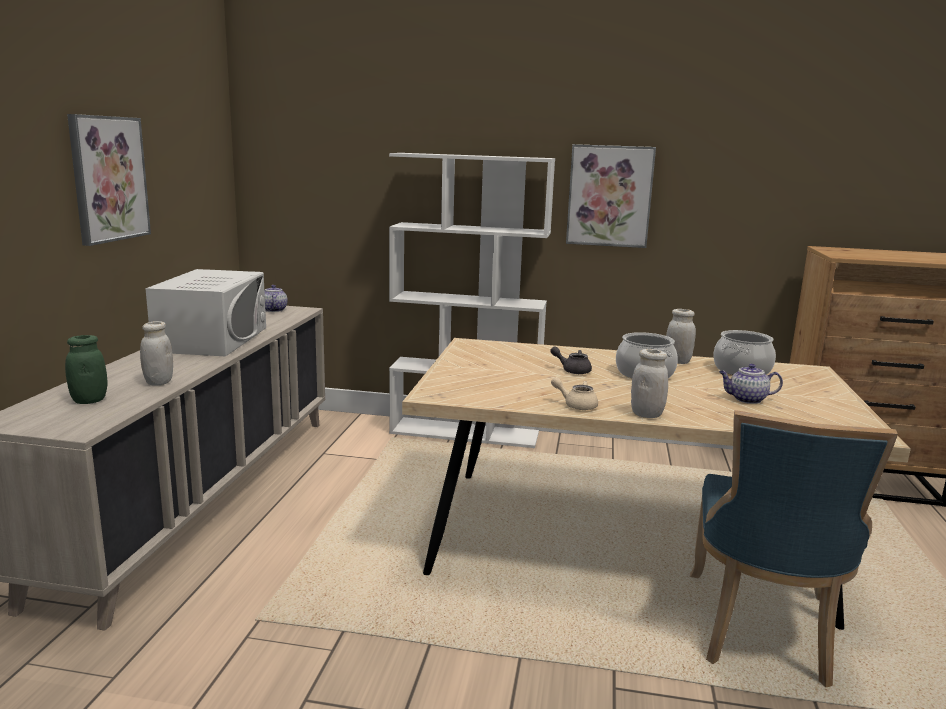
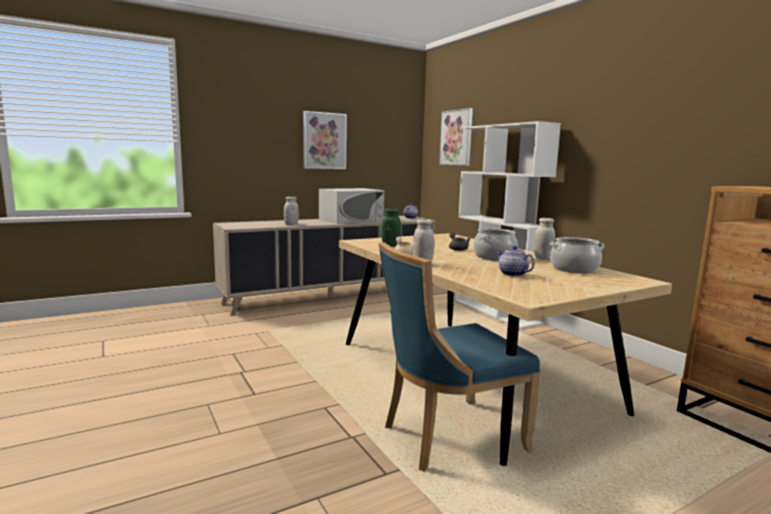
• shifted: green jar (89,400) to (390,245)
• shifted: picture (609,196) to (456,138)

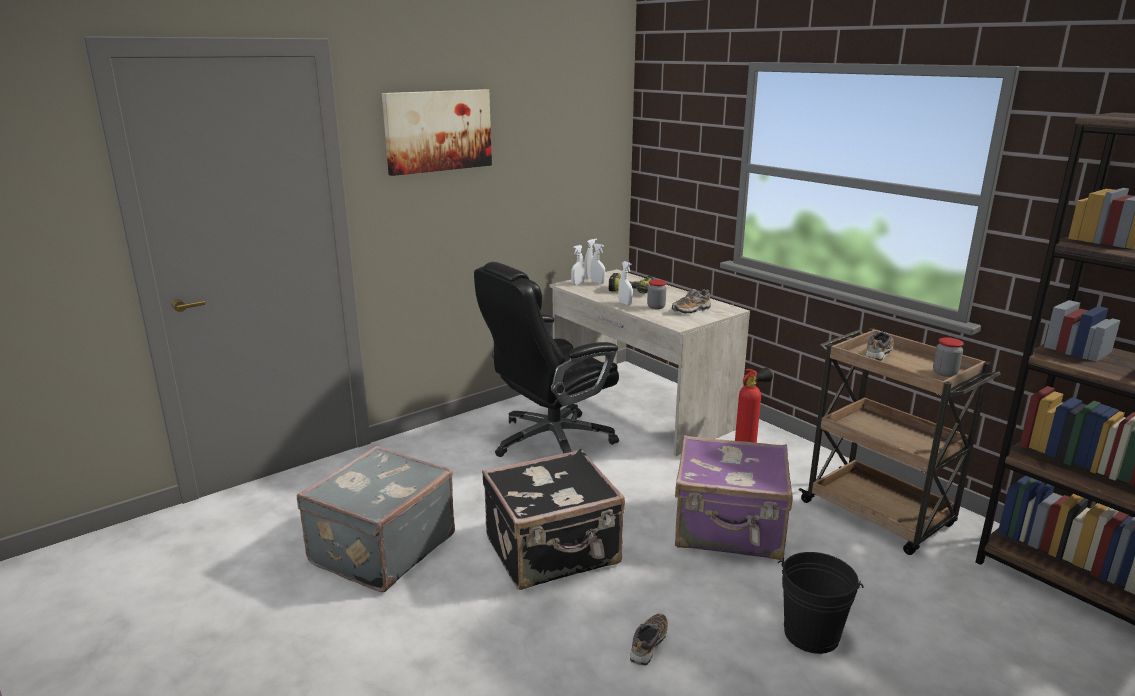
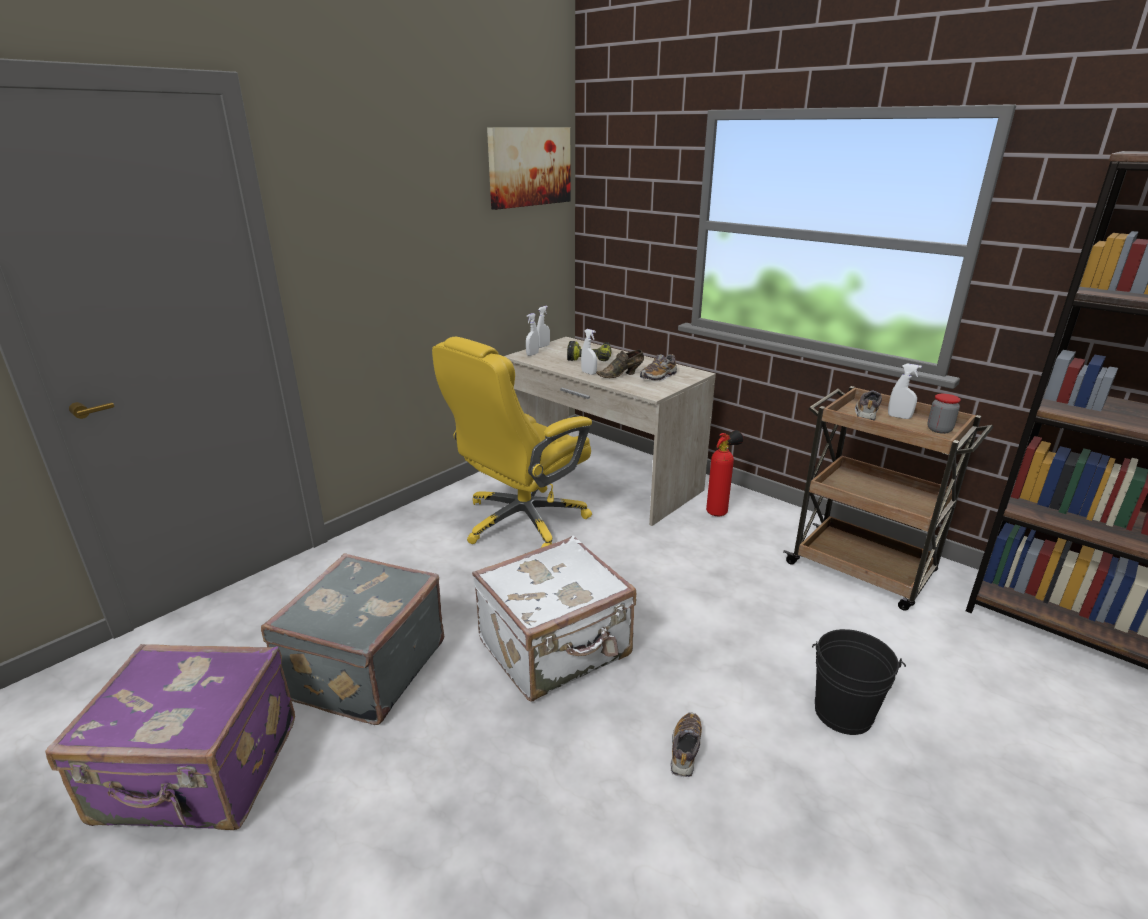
• shifted: picture (438,131) to (529,167)
• shifted: white spray bottle (597,282) to (899,417)
• shifted: purple suitcase (729,530) to (199,774)
• swapped: jar (656,307) to brown shoe (622,375)
• repainted: black office chair (550,441) to yellow office chair (521,521)
• repainted: black suitcase (553,552) to white suitcase (556,649)

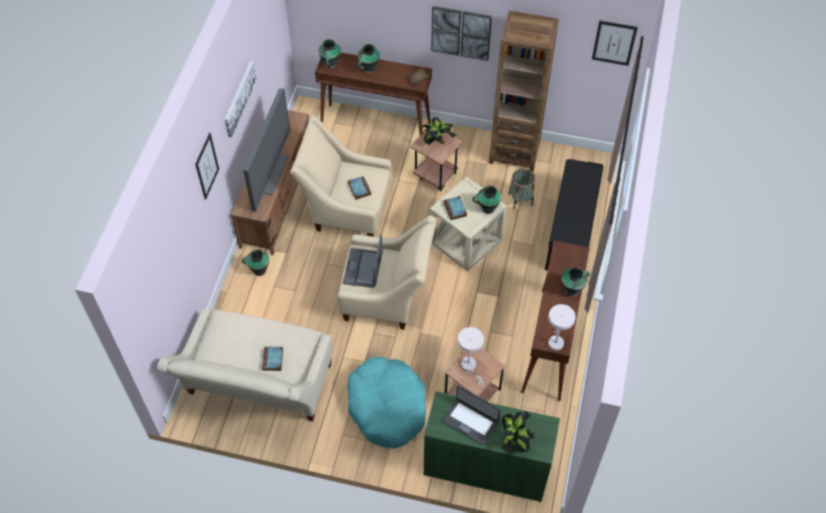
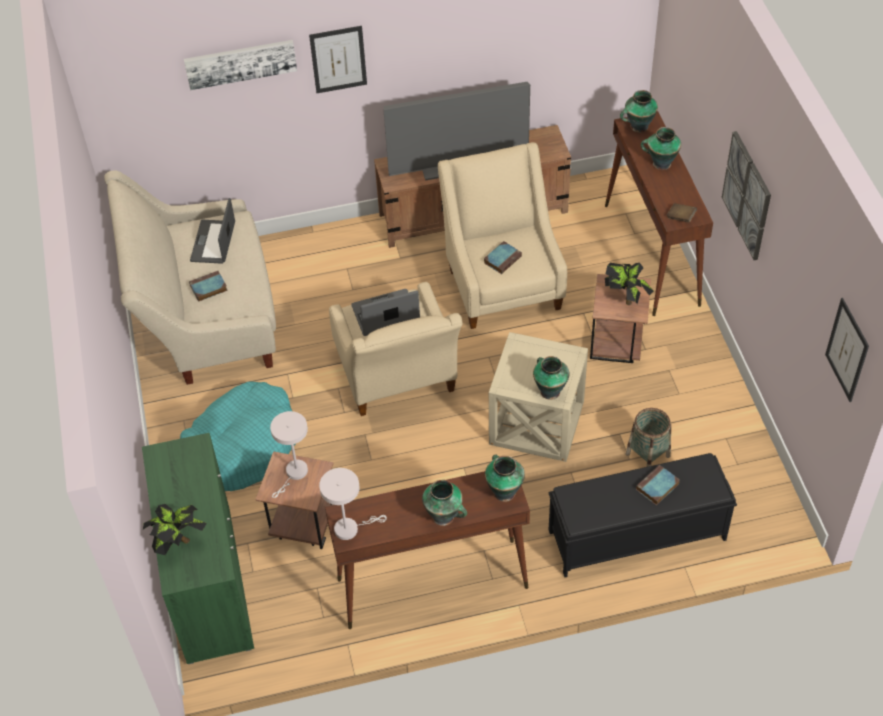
• gone: brown bookcase (514,153)
• shifted: picture (239,98) to (240,63)
• shifted: vase (259,270) to (504,491)
• shifted: laptop (470,421) to (214,242)
• shifted: book (455,210) to (657,487)

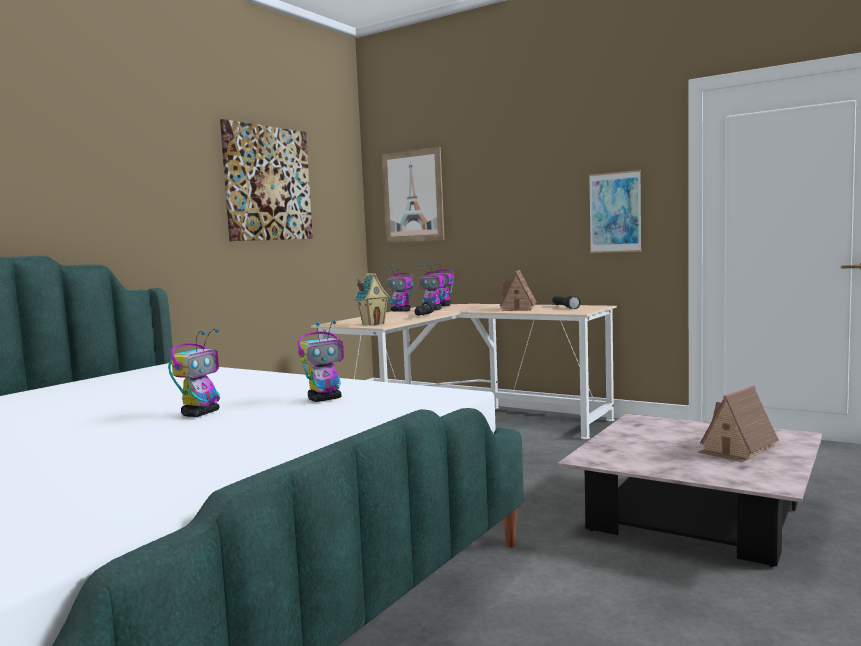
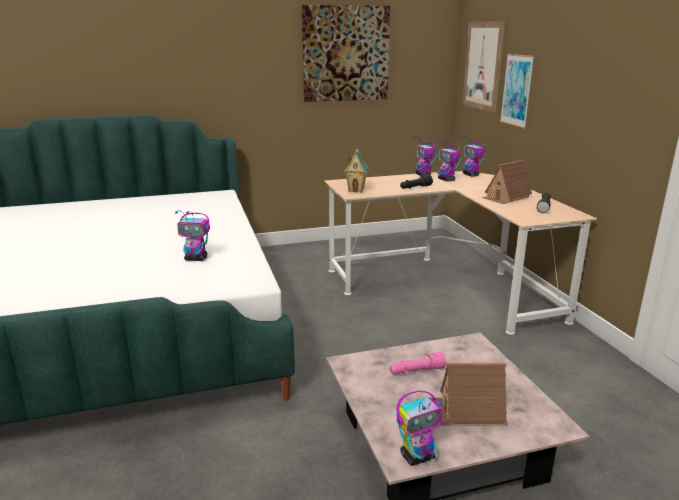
• new: pink flashlight (416,371)
• shifted: toy robot (201,413) to (417,456)
• shifted: picture (615,212) to (516,90)

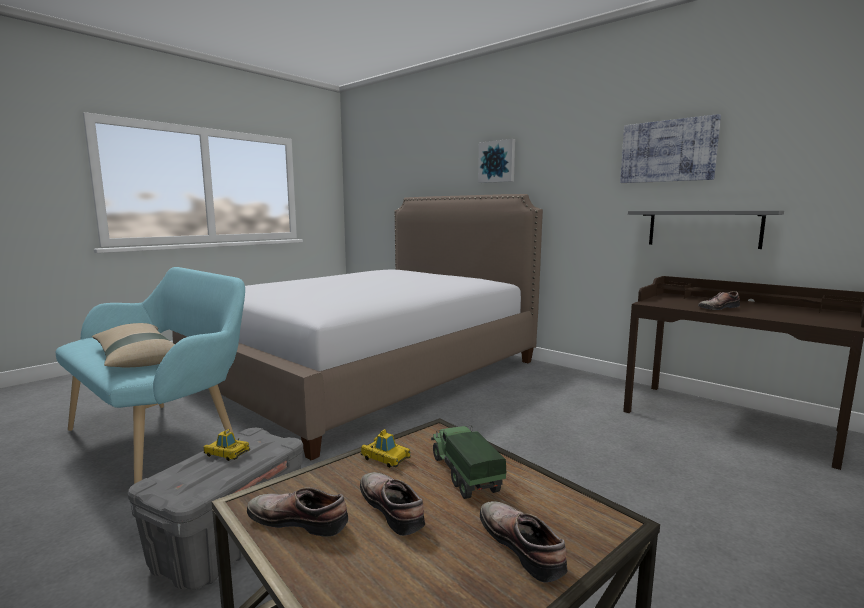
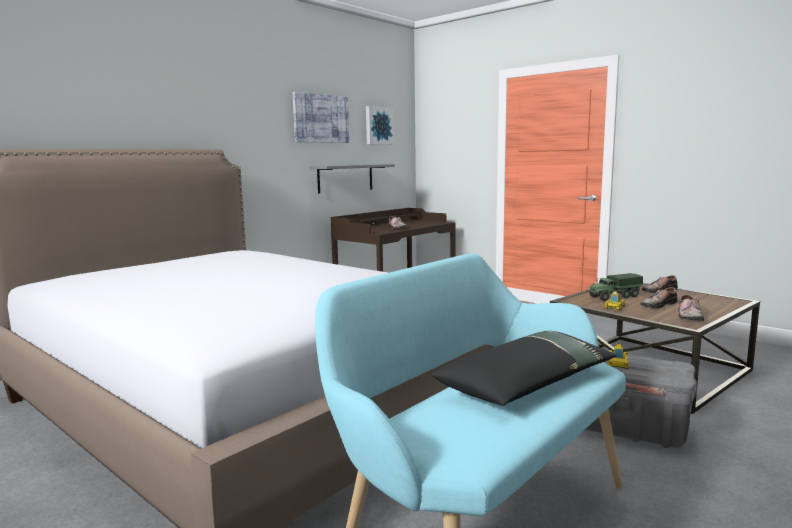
• shifted: picture (497,161) to (378,126)
• repainted: beige pillow (136,357) to black pillow (527,383)

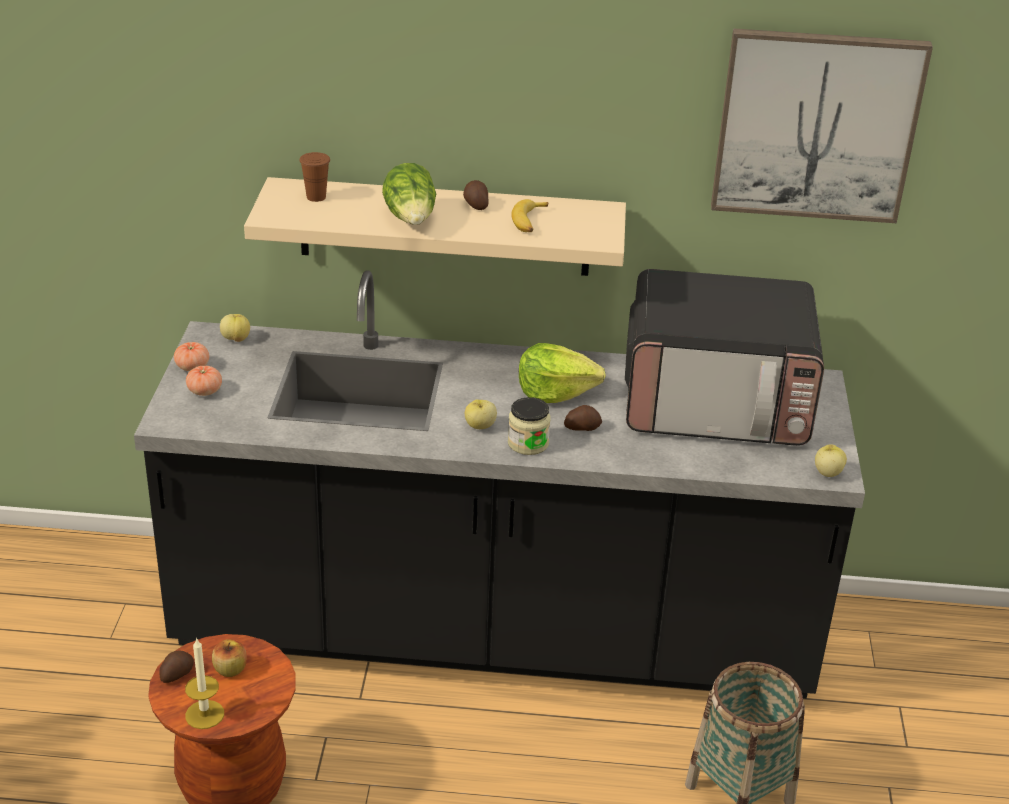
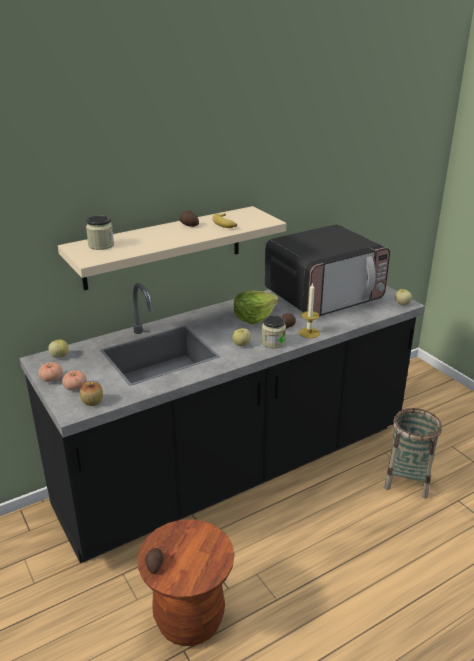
• gone: lettuce (411,218)
• gone: picture (816,125)
• shifted: candle (204,714) to (309,333)
• shifted: apple (230,669) to (92,402)
• swapped: brown cup (316,197) to jar (101,245)

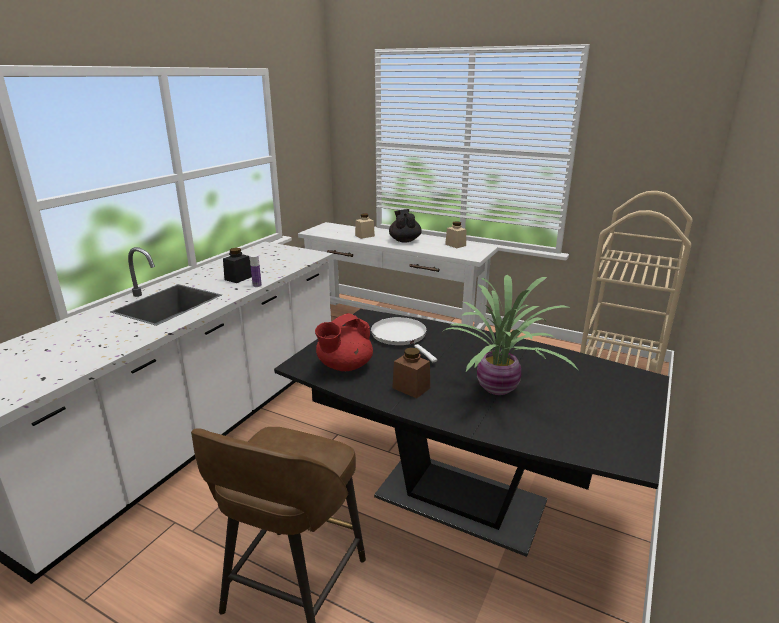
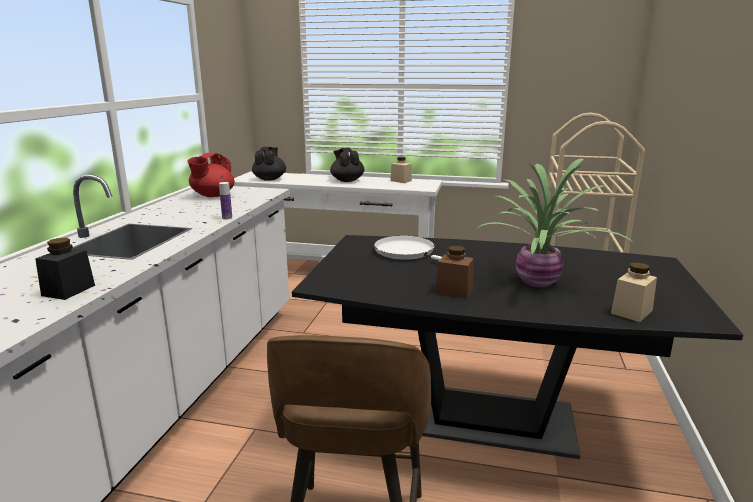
• new: black teapot (270,179)
• shifted: black jar (238,278) to (68,290)
• shifted: red teapot (344,366) to (212,195)
• shifted: beige jar (364,236) to (631,312)

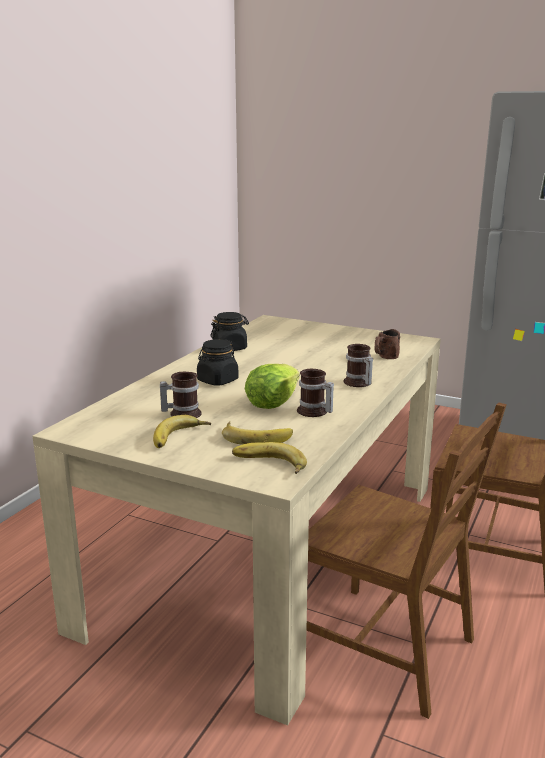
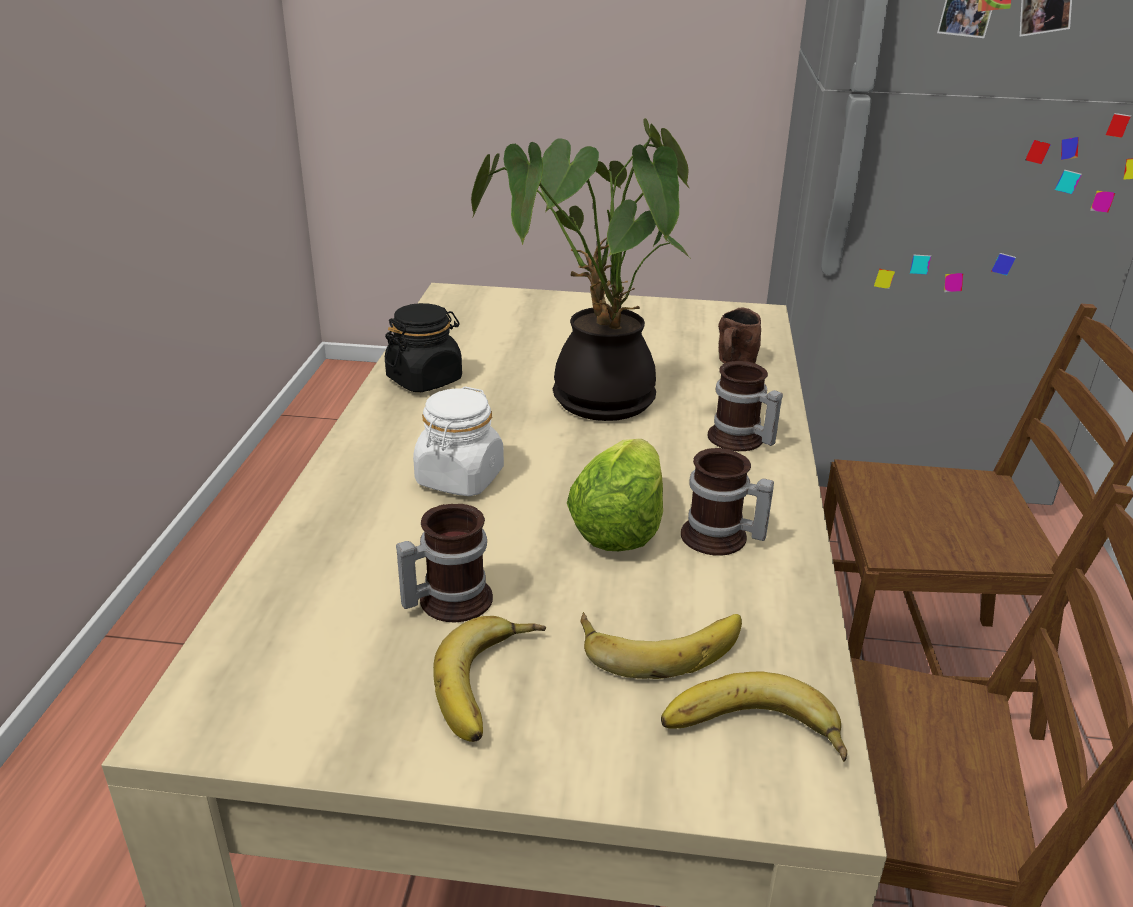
• new: potted plant (593,400)
• repainted: black jar (217,380) to white jar (459,478)

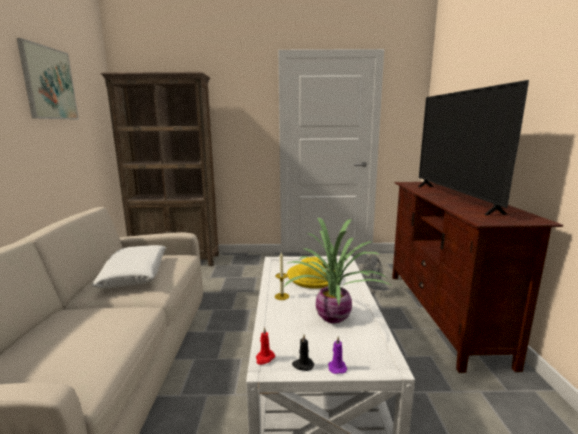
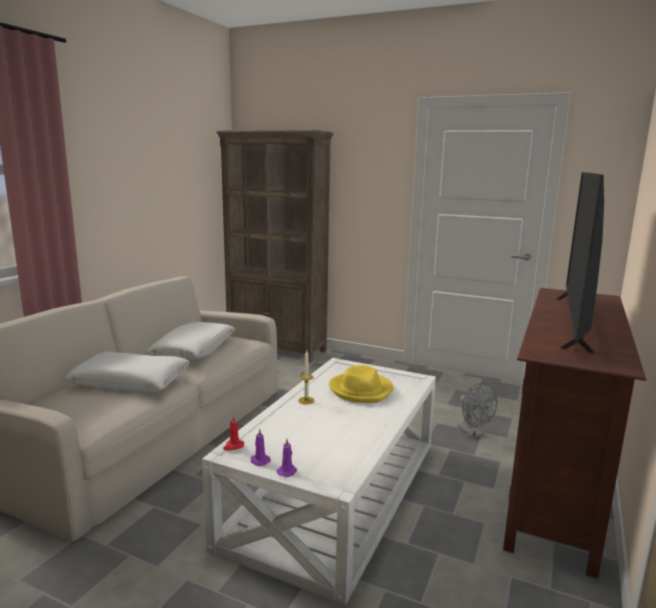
• gone: picture (49,83)
• gone: potted plant (334,316)
• new: white pillow (130,382)
• repainted: black candle (302,365) to purple candle (259,461)

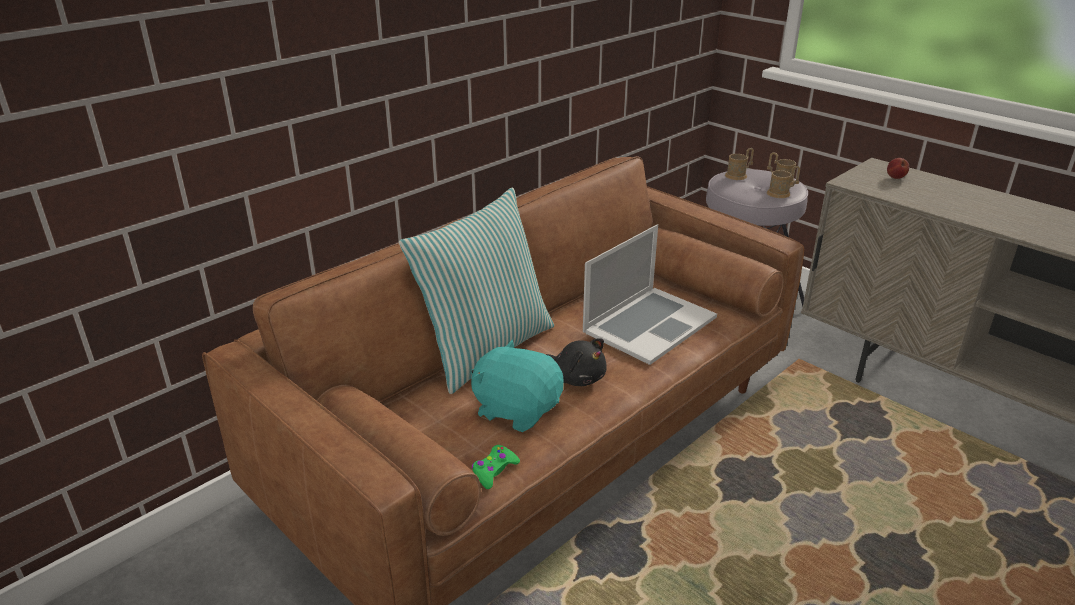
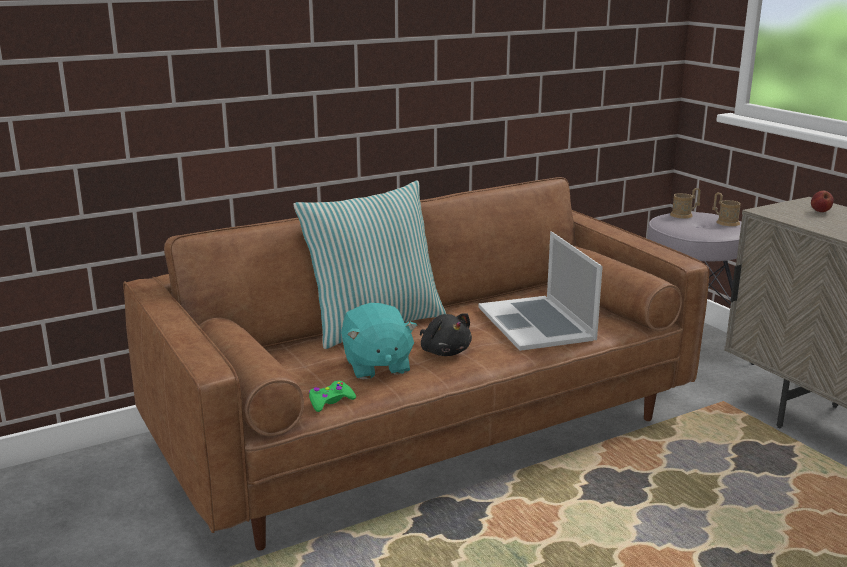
• gone: brown mug (782,193)
• rotated: turquoise plush toy (517,409) = (376,366) 150 degrees counterclockwise
• rotated: laptop (649,324) = (536,323) 105 degrees clockwise

